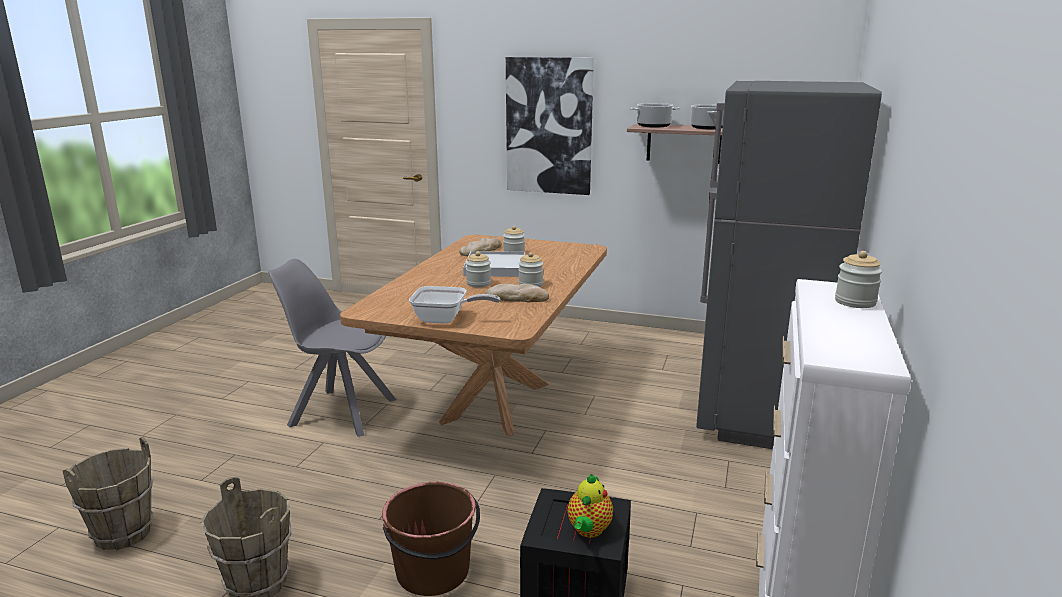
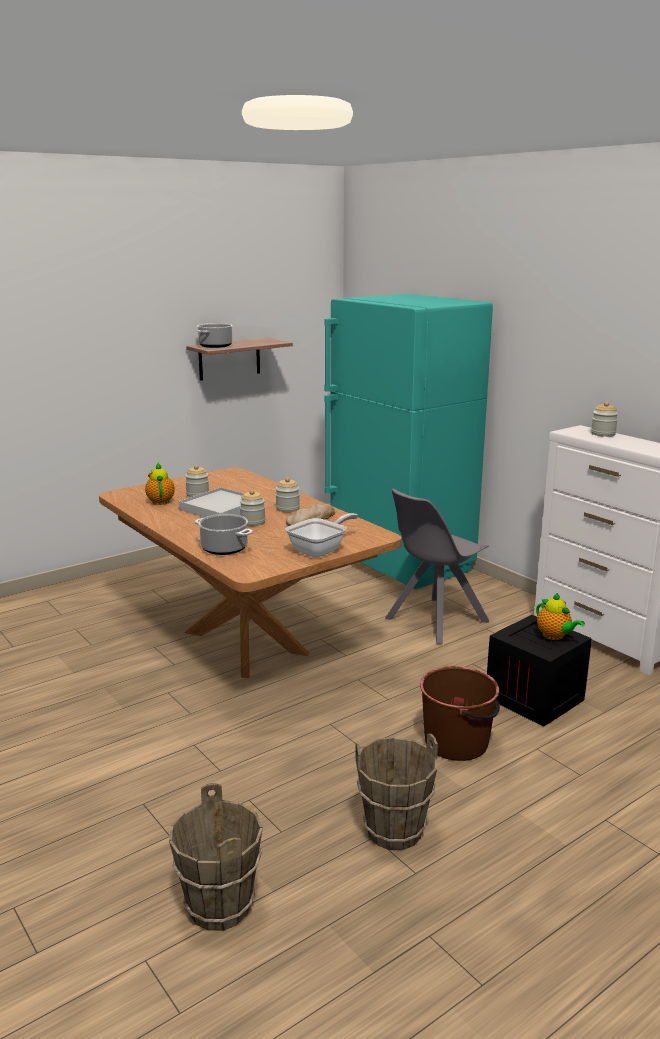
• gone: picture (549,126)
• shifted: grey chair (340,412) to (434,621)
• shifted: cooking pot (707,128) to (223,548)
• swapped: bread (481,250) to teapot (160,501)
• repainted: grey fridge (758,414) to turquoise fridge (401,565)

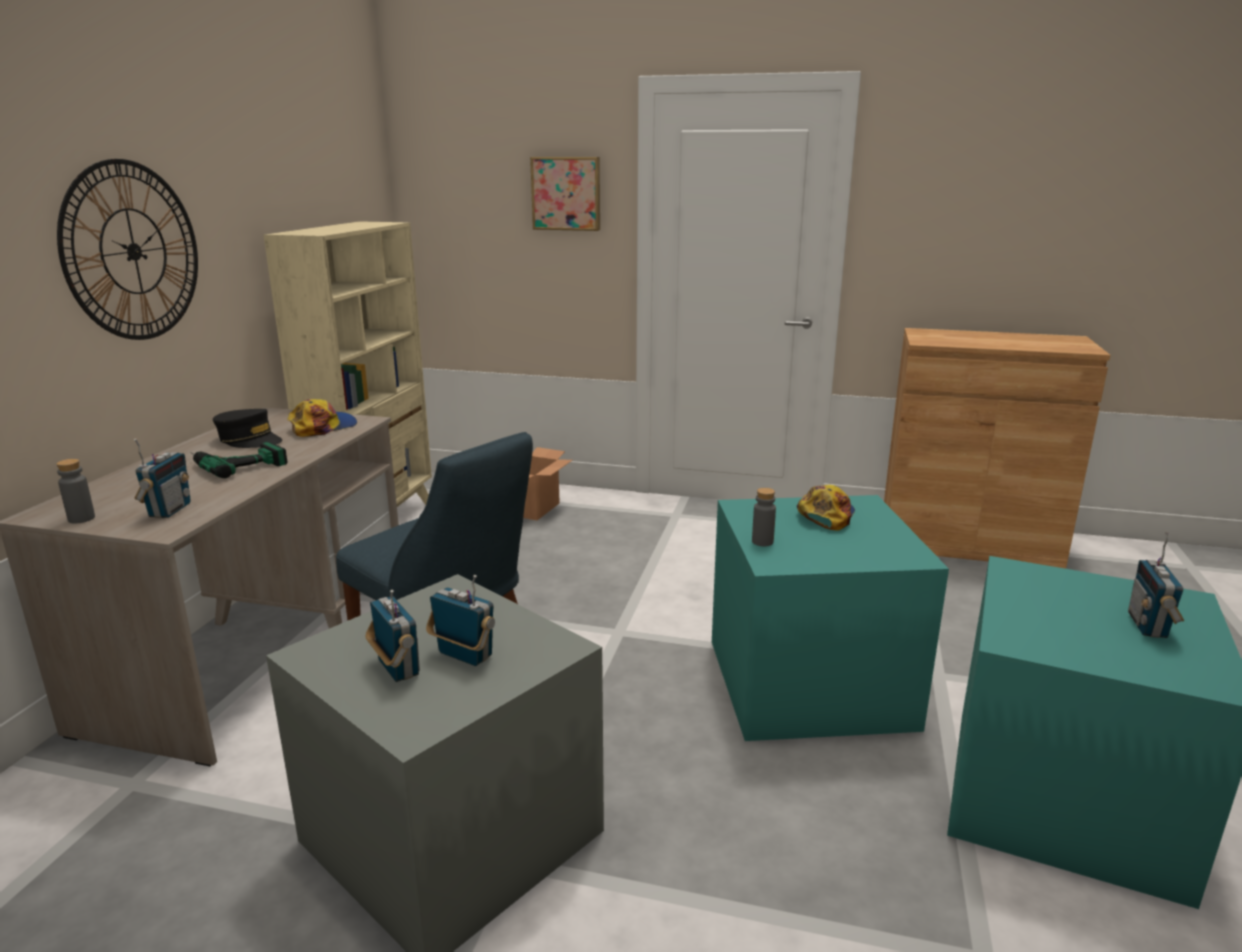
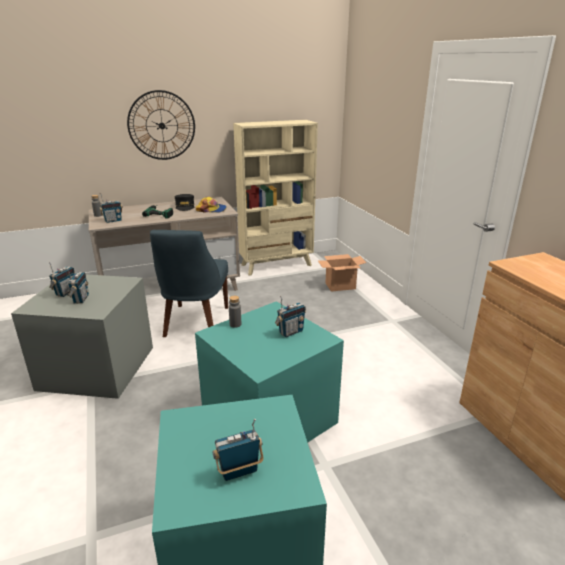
• gone: picture (566,193)
• swapped: cap (825,515) to radio (290,332)

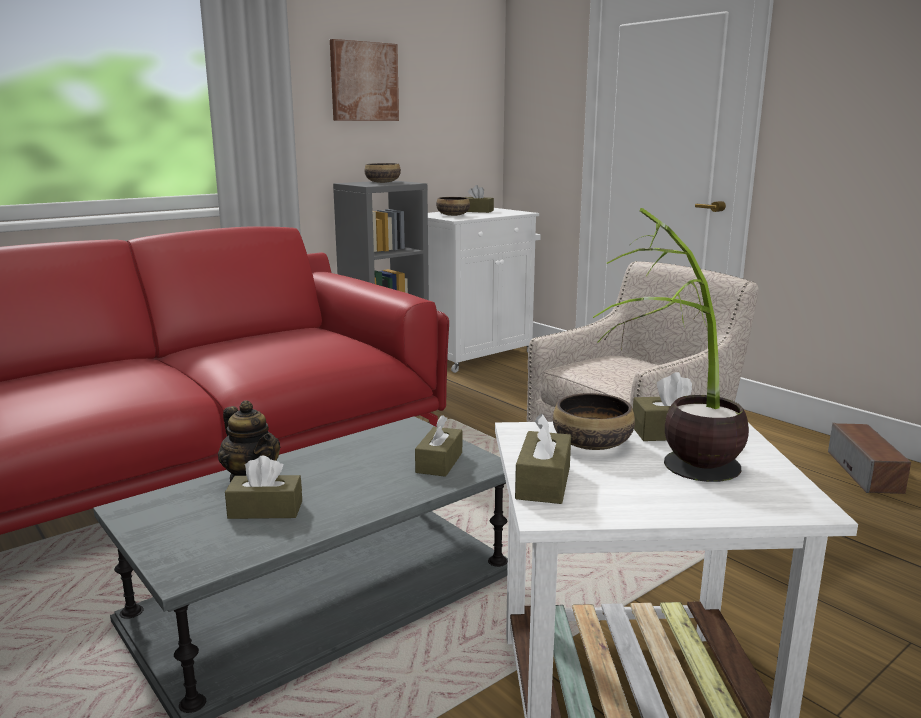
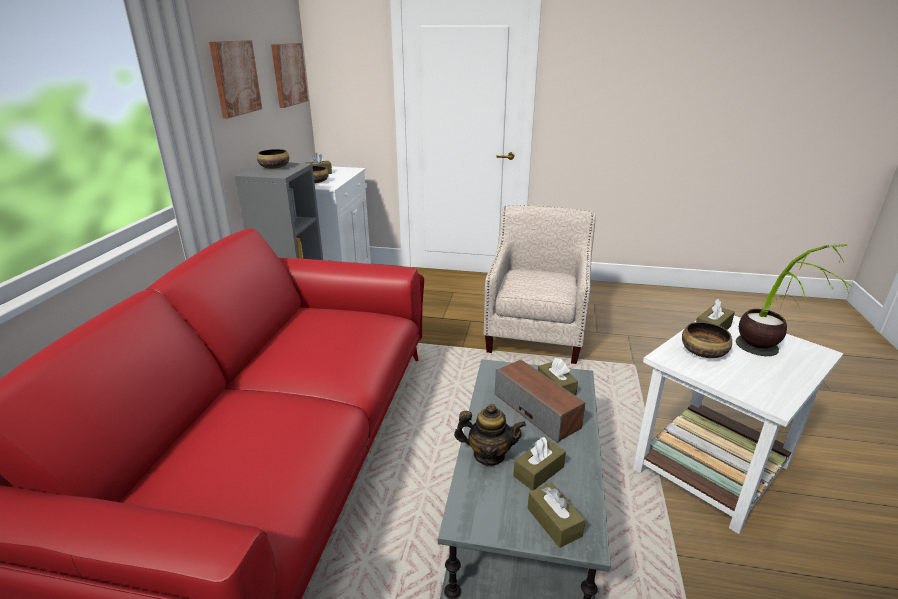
• new: picture (288,74)
• shifted: brown tissue box (543,482) to (554,522)
• shifted: speaker (865,472) to (537,410)

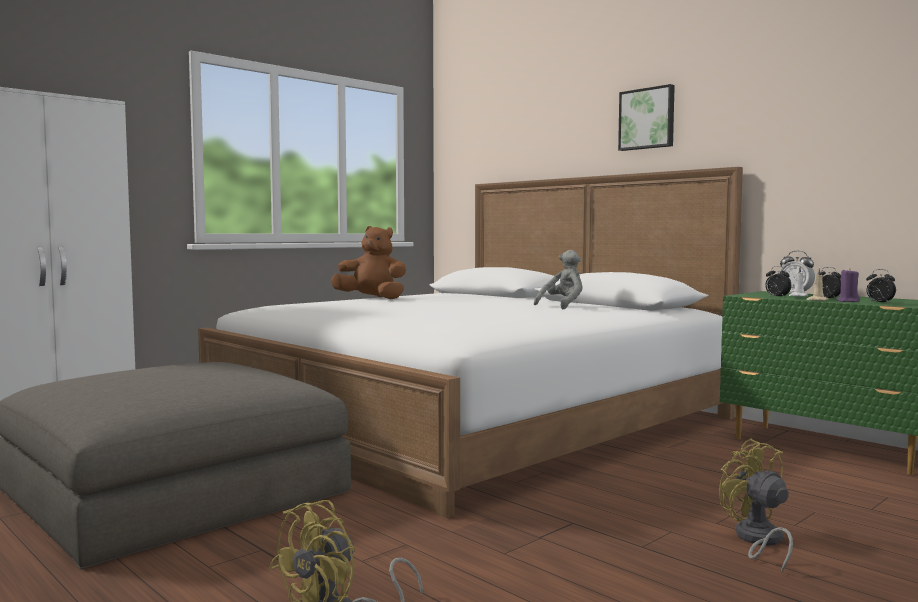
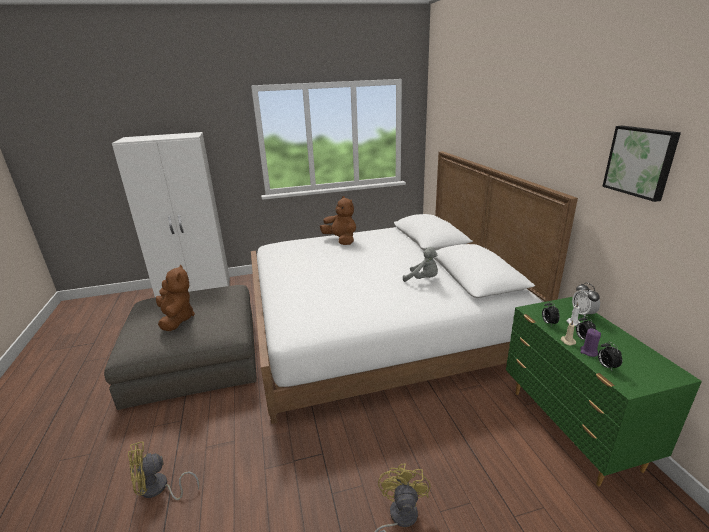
• new: brown plush toy (177,319)
• shifted: picture (647,119) to (640,161)
• rotated: grey plush toy (563,306) = (423,279) 45 degrees clockwise

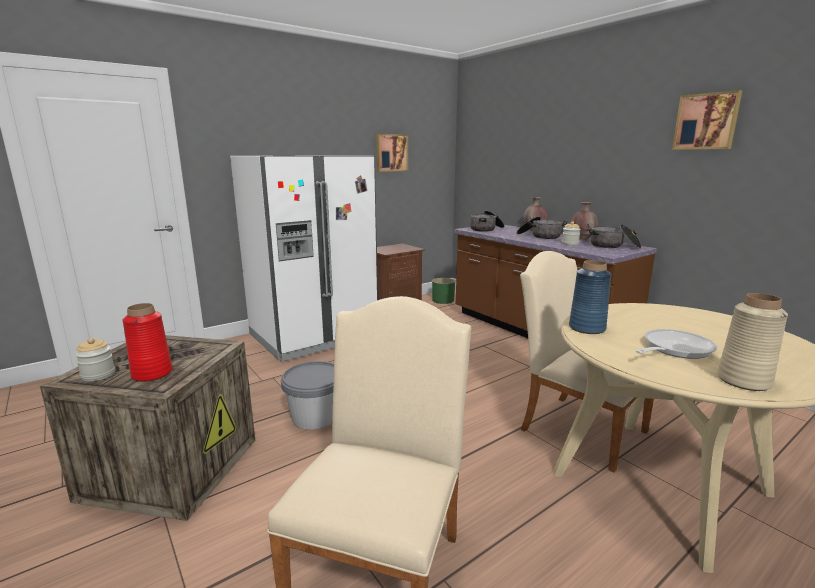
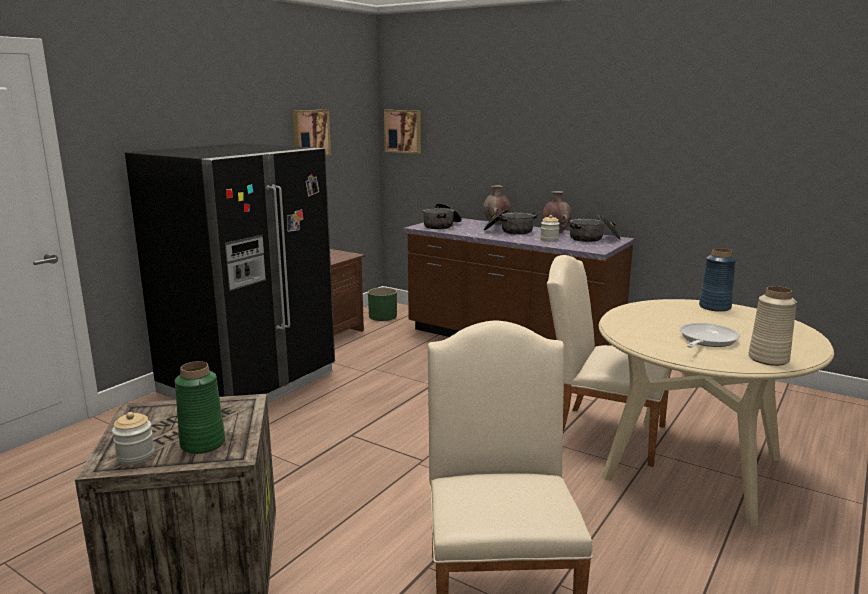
• gone: grey bucket (315,416)
• shifted: blue vase (587,328) to (715,307)
• shifted: picture (706,121) to (403,131)
• repainted: red vase (152,373) to green vase (203,443)
• repainted: white fridge (313,336) to black fridge (249,383)

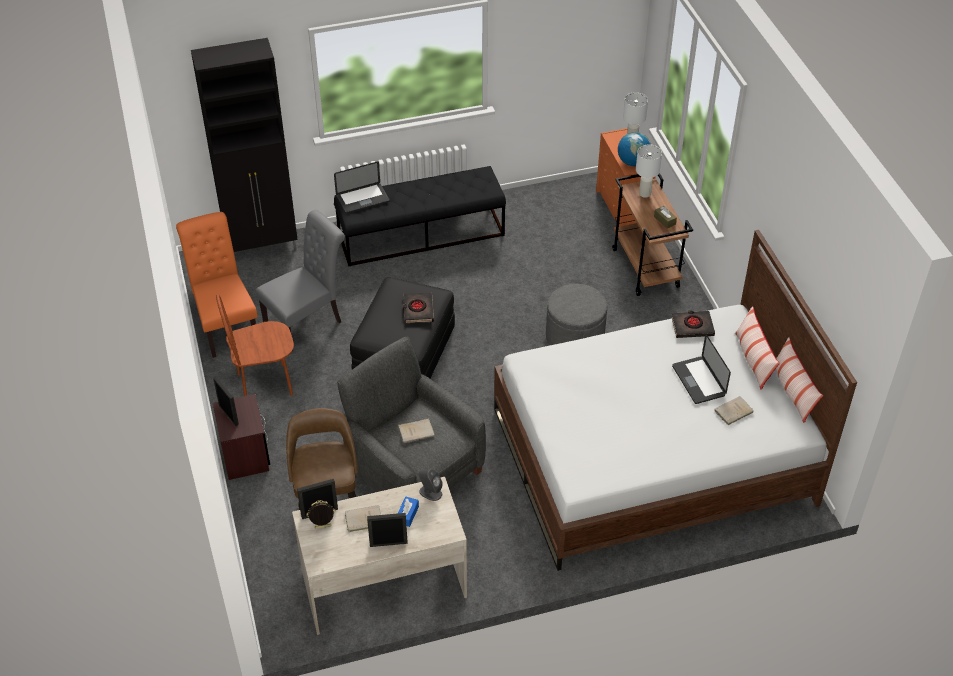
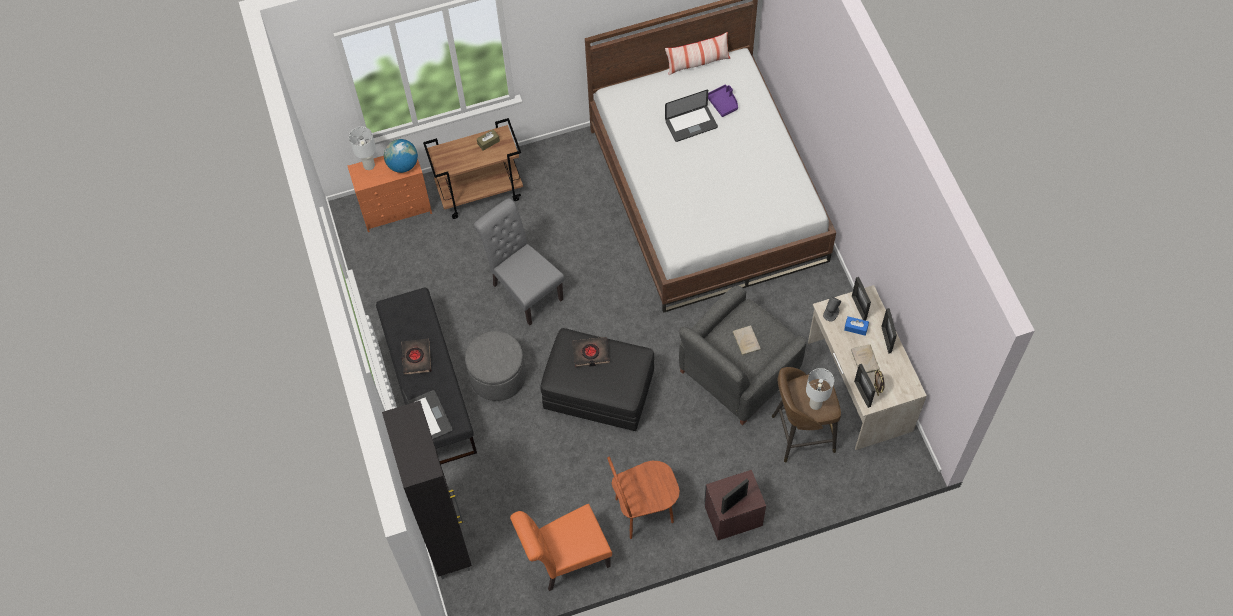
• gone: pillow (753,360)
• new: picture frame (858,308)
• shifted: grey chair (307,322) to (524,289)
• shifted: grey ottoman (574,337) to (497,376)
• shifted: white table lamp (645,193) to (815,403)
• shifted: black book (692,326) to (416,358)
• swapped: beige book (732,412) to purple tray (723,103)
• rotated: brown chair (265,385) = (644,511) 90 degrees clockwise

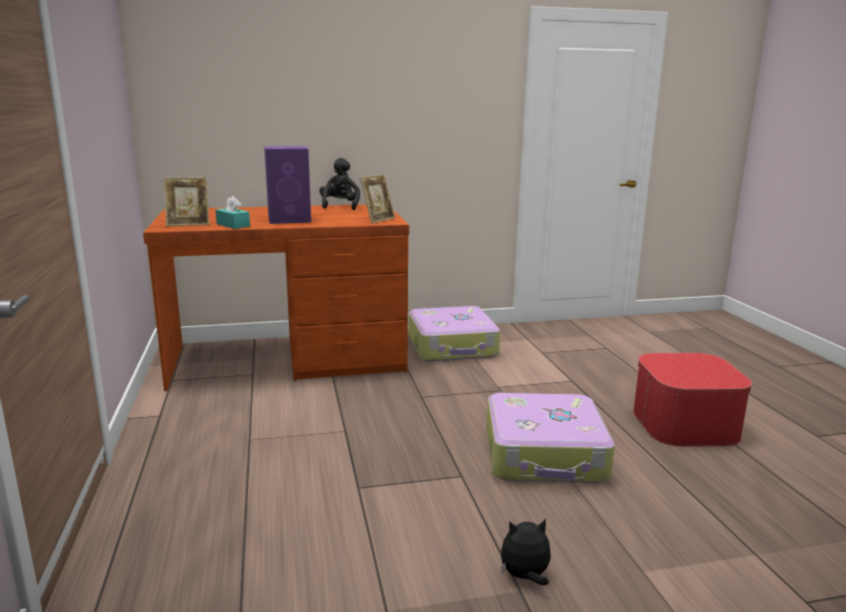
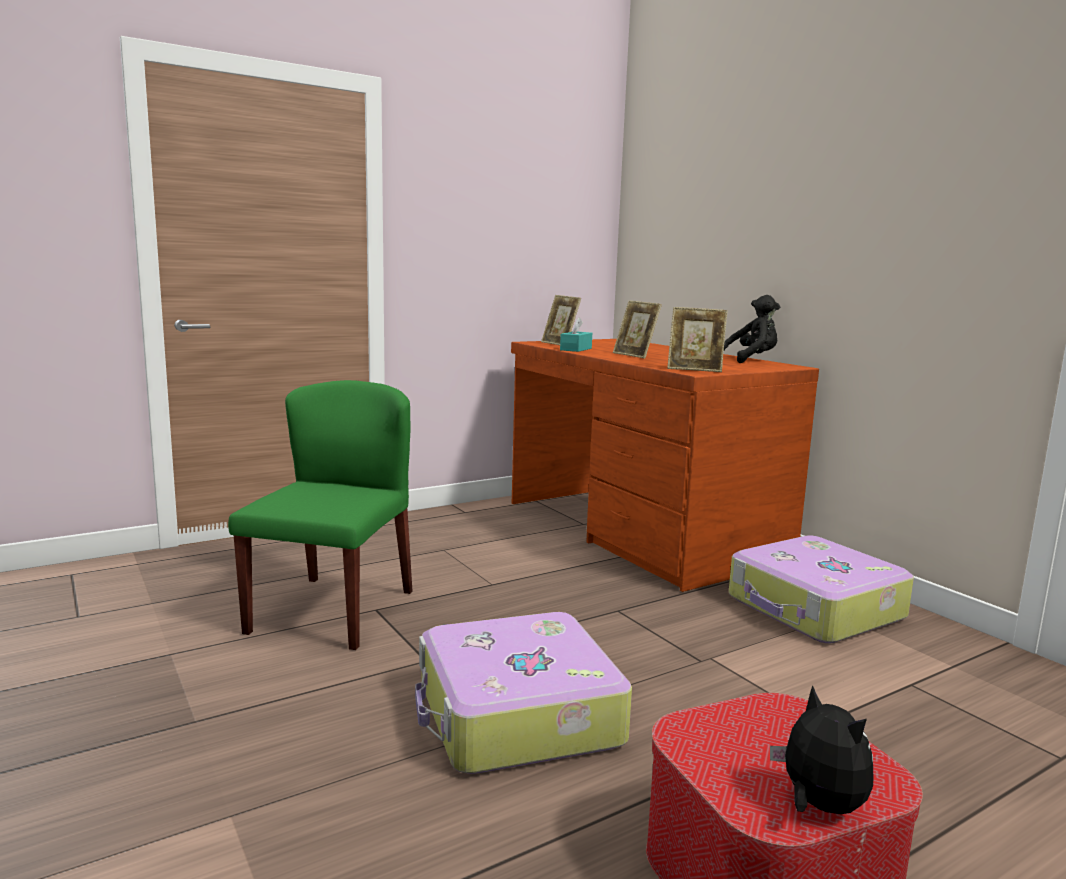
• new: green chair (332,610)
• shifted: plush toy (525,577) to (818,806)
• swapped: purple speaker (290,219) to picture frame (635,355)

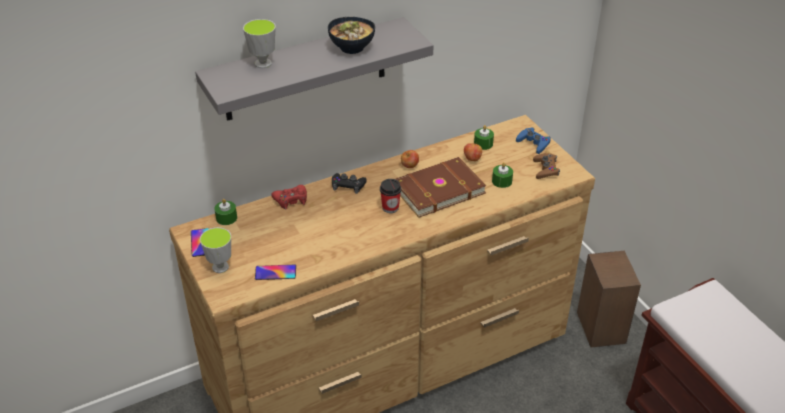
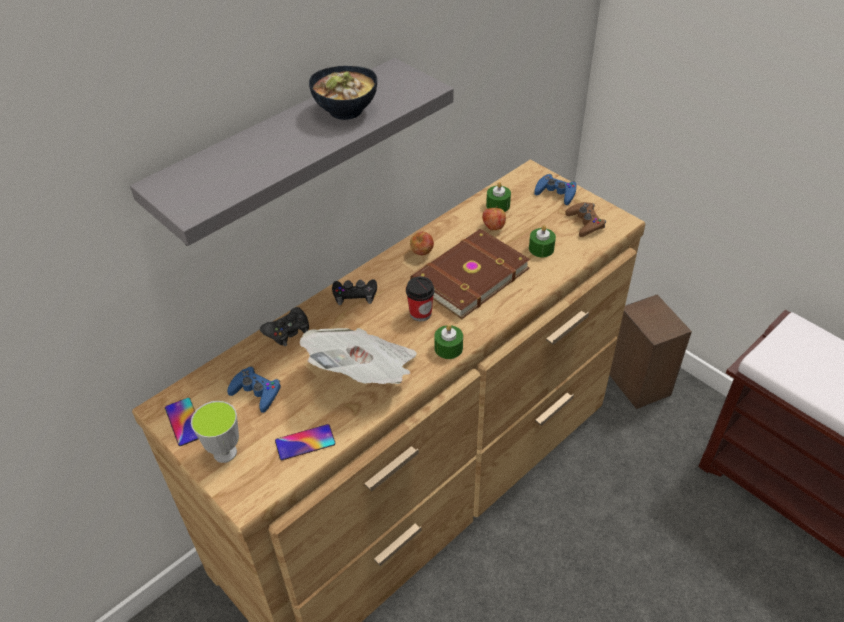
• gone: cup (263,63)
• new: blue game controller (256,392)
• new: newspaper (364,373)
• shifted: green candle (226,218) to (448,348)
• repainted: red game controller (291,200) to black game controller (288,331)

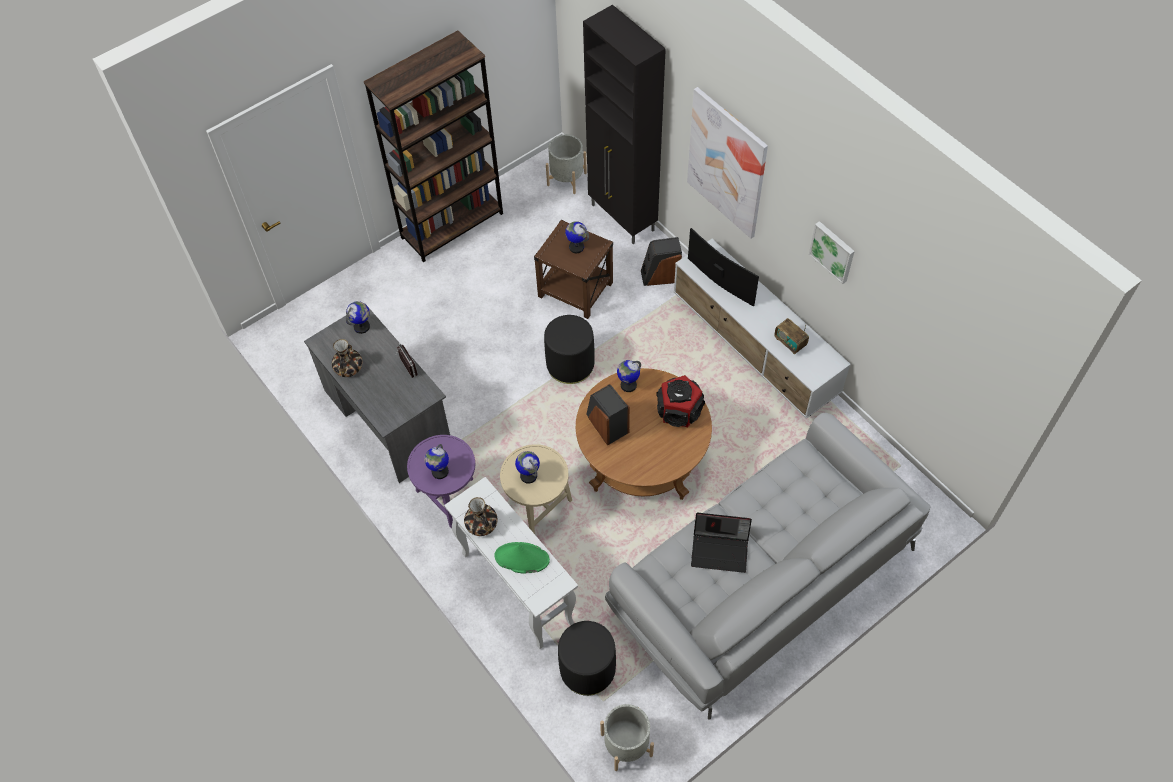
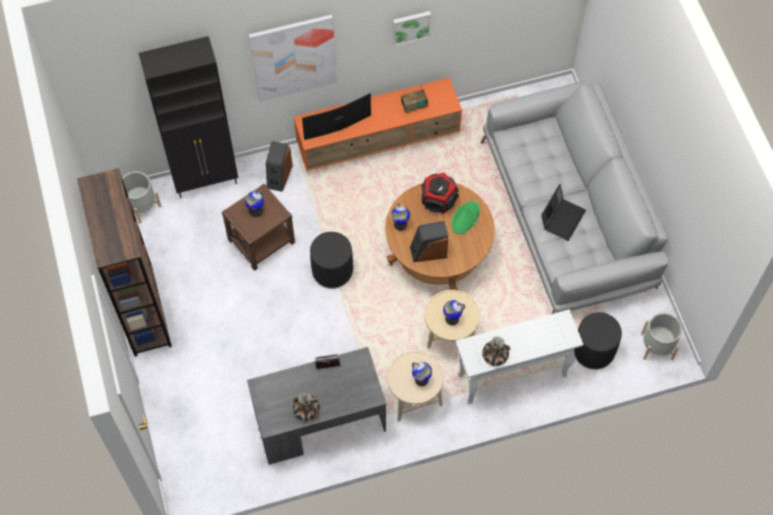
• gone: globe (362,327)
• shifted: green hat (521,558) to (465,218)
• repainted: purple side table (449,497) to beige side table (414,398)
• repainted: white tv stand (754,350) to orange tv stand (379,141)

